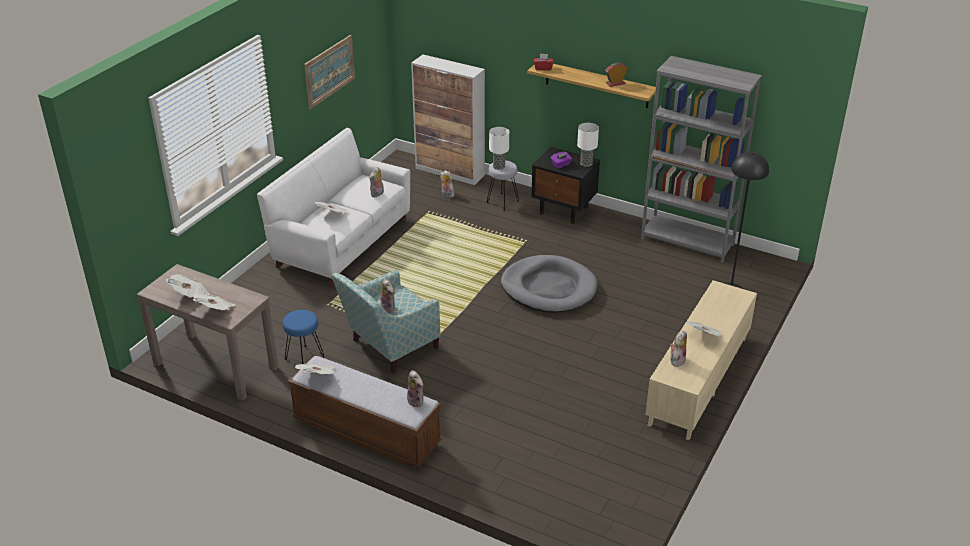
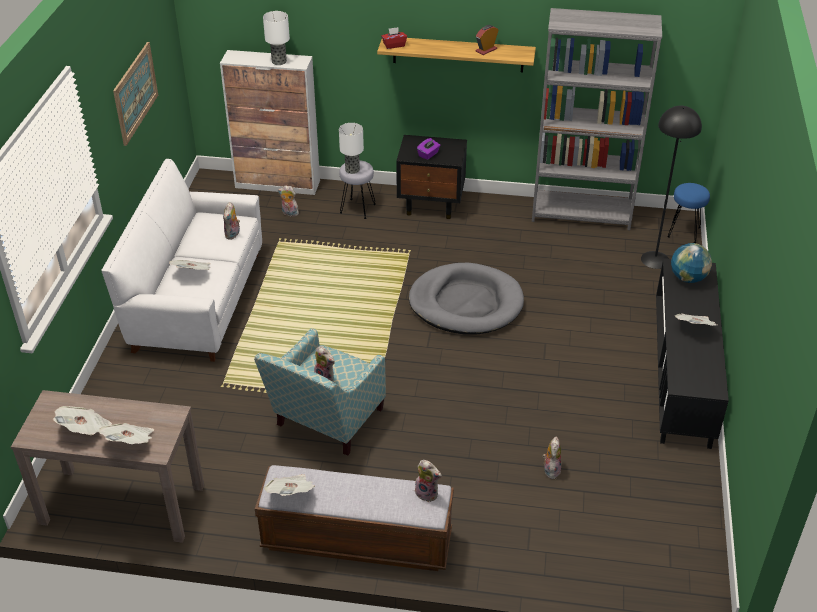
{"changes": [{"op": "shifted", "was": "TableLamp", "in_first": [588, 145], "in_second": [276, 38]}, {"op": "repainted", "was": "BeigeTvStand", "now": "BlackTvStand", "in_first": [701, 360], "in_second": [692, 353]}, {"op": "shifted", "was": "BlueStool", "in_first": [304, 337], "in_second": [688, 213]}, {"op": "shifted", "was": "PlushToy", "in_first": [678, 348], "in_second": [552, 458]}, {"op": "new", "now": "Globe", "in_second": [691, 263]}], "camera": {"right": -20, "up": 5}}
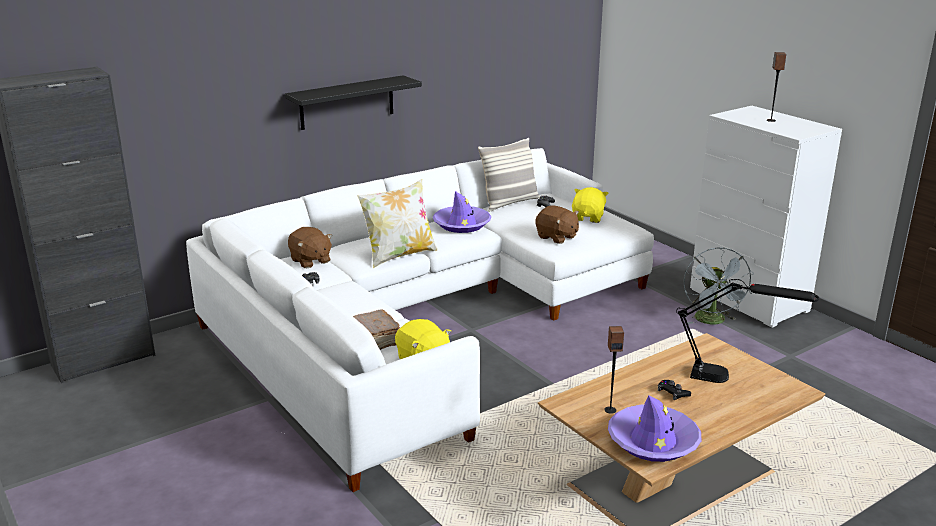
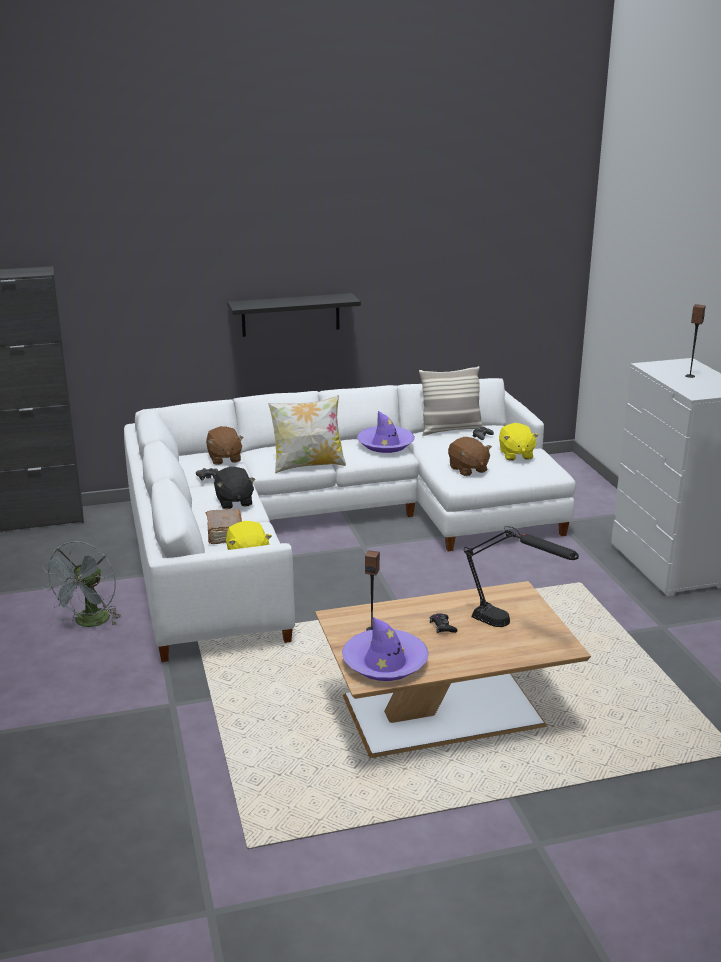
{"changes": [{"op": "rotated", "was": "YellowPlushToy", "in_first": [590, 205], "in_second": [519, 442], "clockwise": 135}, {"op": "shifted", "was": "GreyFan", "in_first": [719, 285], "in_second": [82, 584]}, {"op": "new", "now": "BlackPlushToy", "in_second": [235, 488]}], "camera": {"right": 20, "up": 0}}
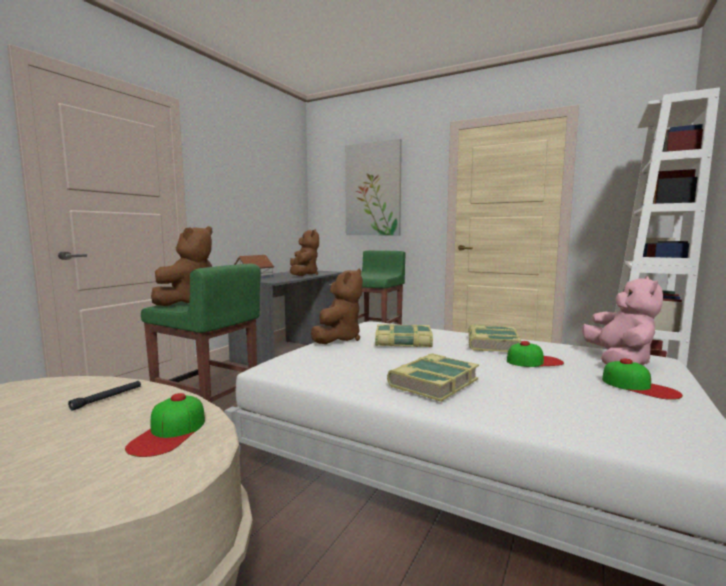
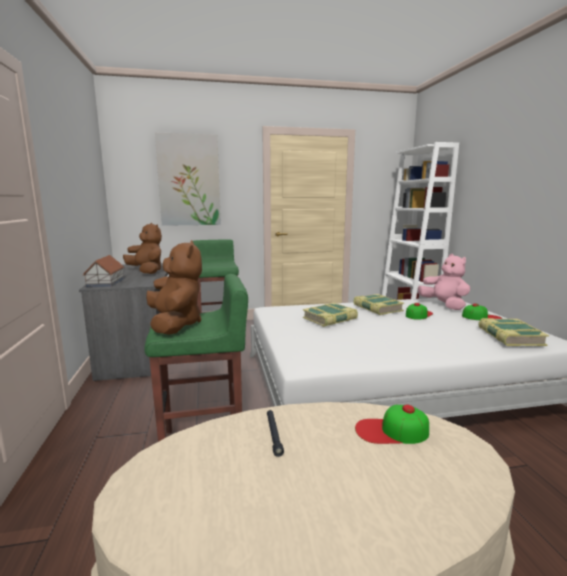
{"changes": [{"op": "gone", "was": "BrownPlushToy", "in_first": [337, 306]}, {"op": "shifted", "was": "Book", "in_first": [433, 377], "in_second": [513, 332]}, {"op": "rotated", "was": "Cap", "in_first": [165, 425], "in_second": [392, 424], "clockwise": 120}], "camera": {"right": -40, "up": 5}}
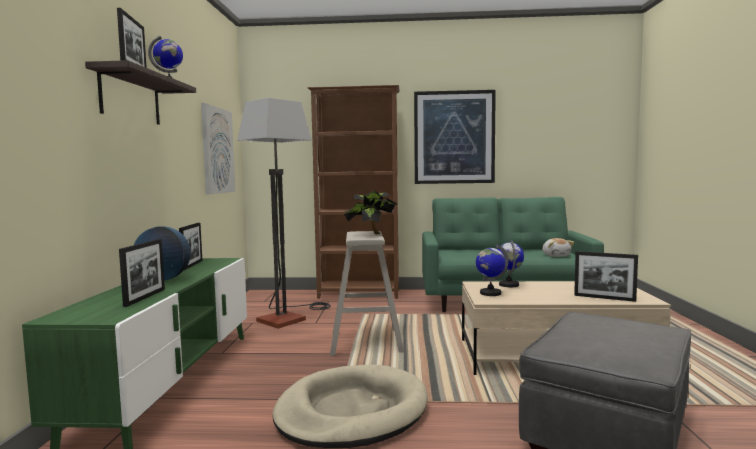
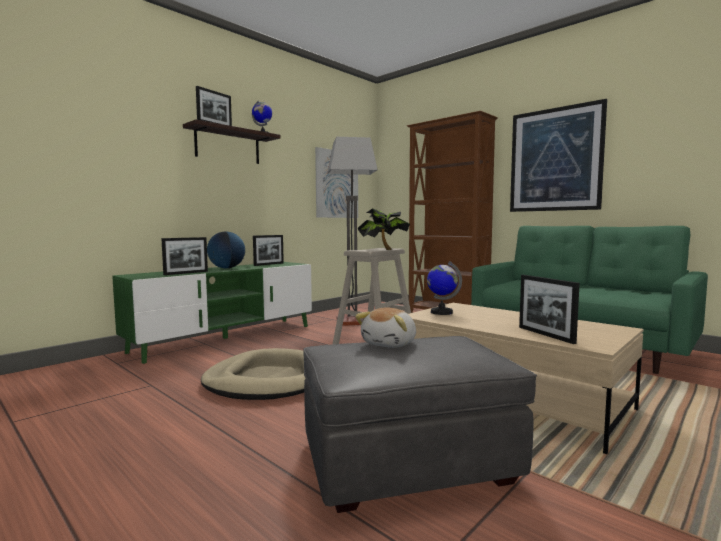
{"changes": [{"op": "shifted", "was": "PlushToy", "in_first": [558, 247], "in_second": [385, 328]}, {"op": "gone", "was": "Globe", "in_first": [511, 263]}], "camera": {"right": 40, "up": 0}}
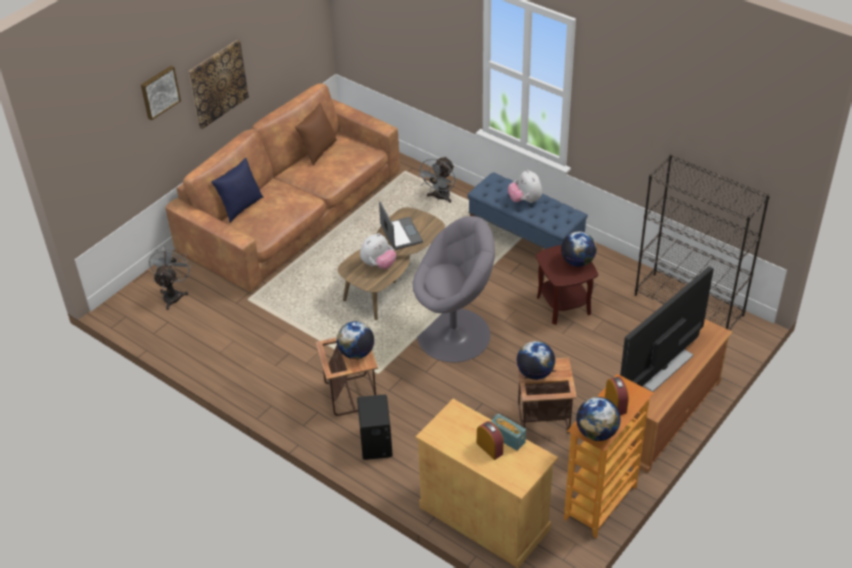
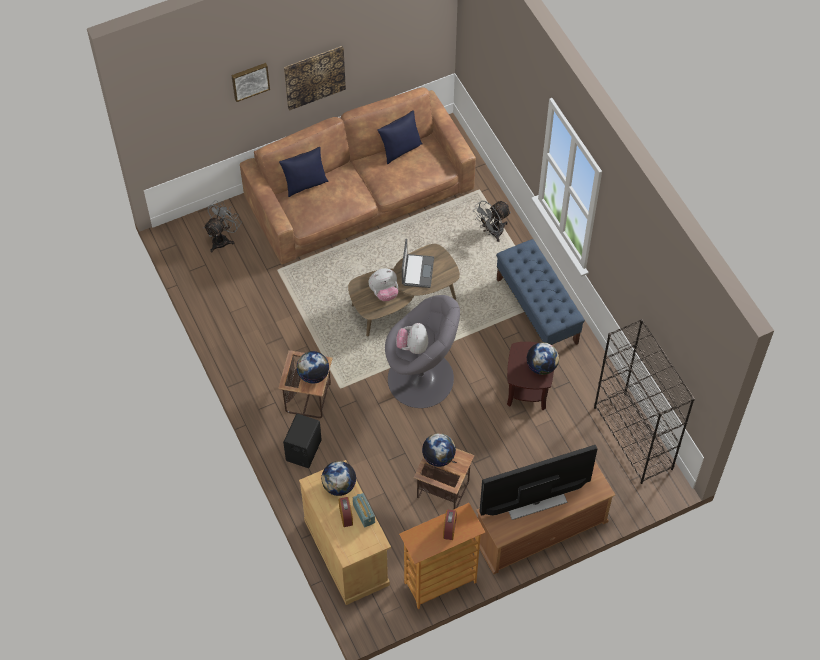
{"changes": [{"op": "repainted", "was": "BrownPillow", "now": "BluePillow", "in_first": [316, 134], "in_second": [400, 137]}, {"op": "shifted", "was": "PlushToy", "in_first": [525, 186], "in_second": [412, 338]}, {"op": "shifted", "was": "Globe", "in_first": [598, 419], "in_second": [338, 478]}], "camera": {"right": 25, "up": 15}}
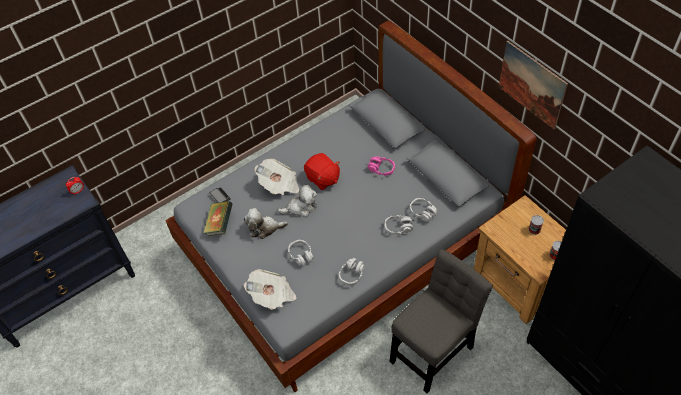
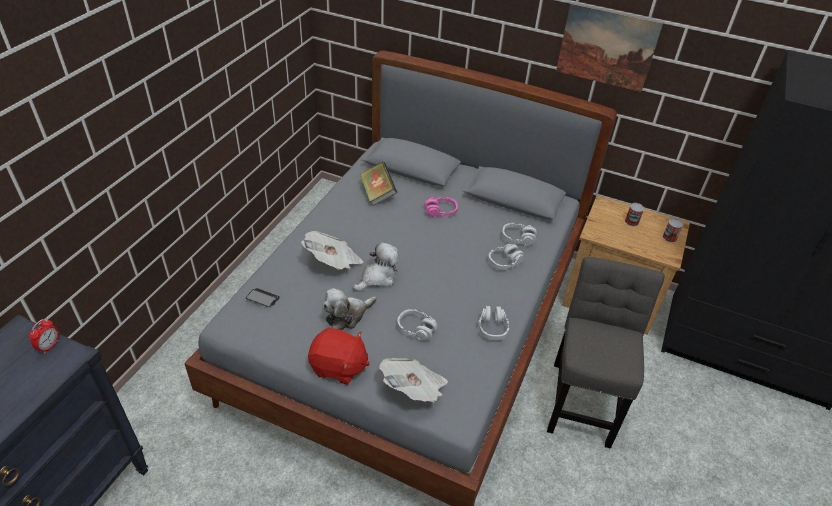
{"changes": [{"op": "shifted", "was": "RedPlushToy", "in_first": [322, 171], "in_second": [339, 356]}, {"op": "shifted", "was": "Book", "in_first": [218, 218], "in_second": [378, 184]}], "camera": {"right": -35, "up": -10}}
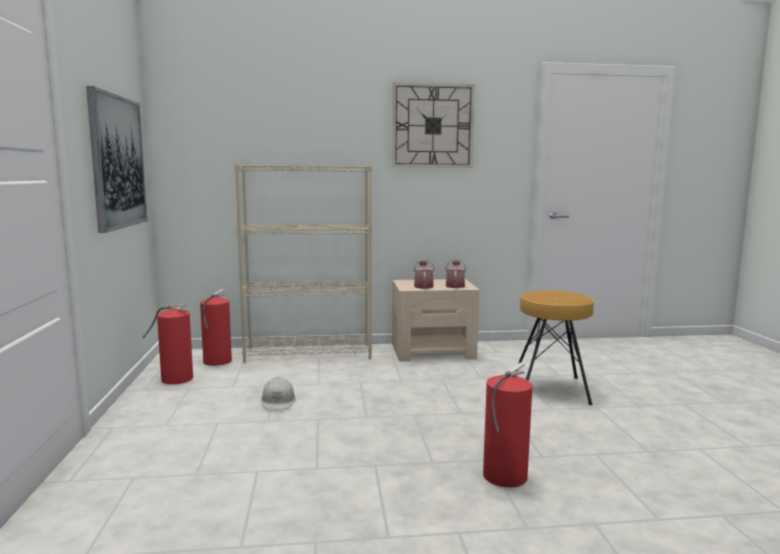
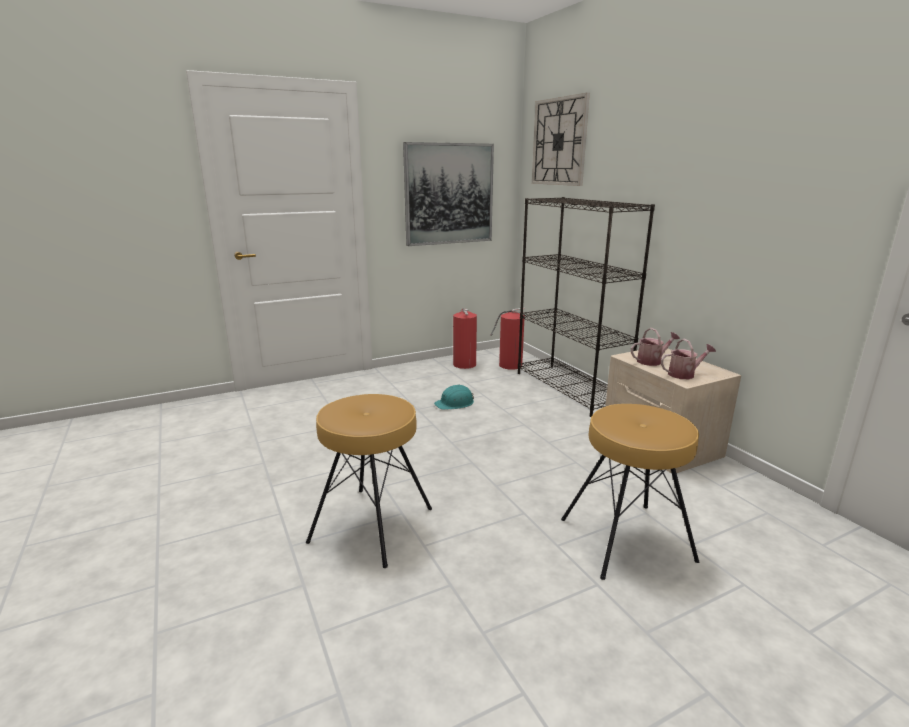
{"changes": [{"op": "shifted", "was": "WallClock", "in_first": [433, 125], "in_second": [561, 139]}, {"op": "repainted", "was": "BeigeBookcase", "now": "BlackBookcase", "in_first": [303, 264], "in_second": [586, 307]}, {"op": "swapped", "was": "FireExtinguisher", "now": "BrownStool", "in_first": [507, 425], "in_second": [369, 481]}, {"op": "repainted", "was": "WhiteHardHat", "now": "TurquoiseHardHat", "in_first": [278, 393], "in_second": [454, 397]}], "camera": {"right": 70, "up": 10}}
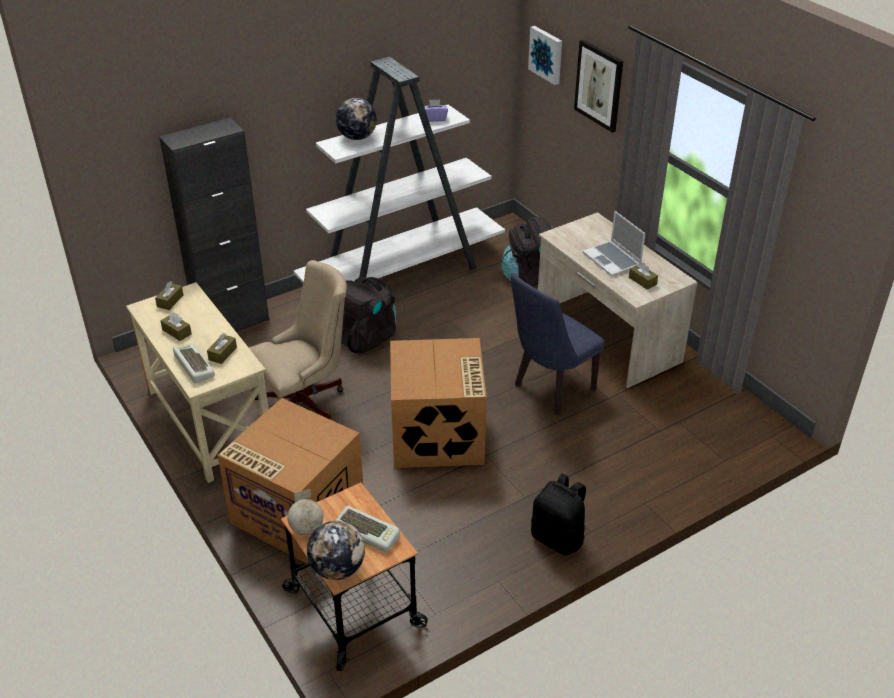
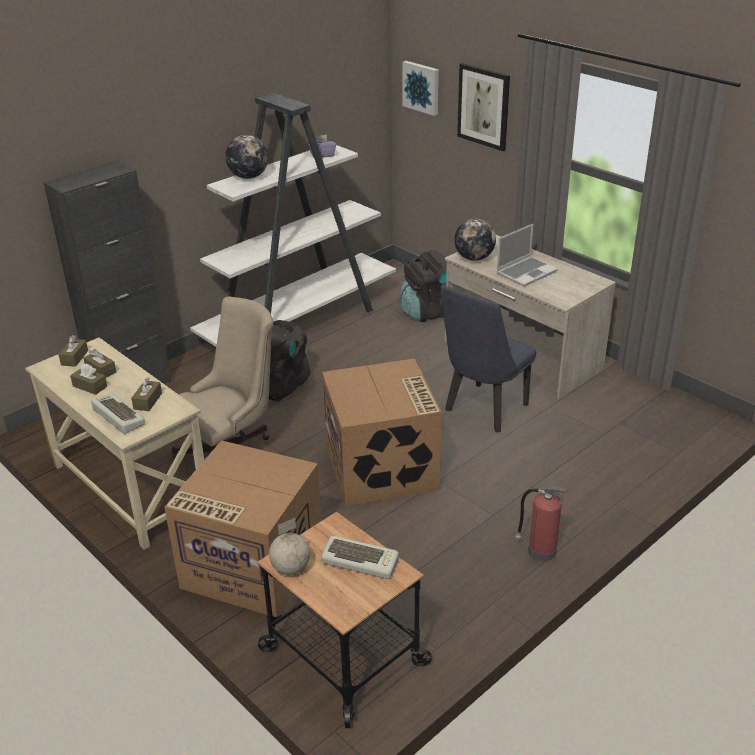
{"changes": [{"op": "rotated", "was": "Laptop", "in_first": [614, 243], "in_second": [527, 255], "clockwise": -90}, {"op": "shifted", "was": "BrownTissueBox", "in_first": [643, 276], "in_second": [99, 363]}, {"op": "swapped", "was": "BlackBackpack", "now": "FireExtinguisher", "in_first": [558, 514], "in_second": [542, 524]}, {"op": "shifted", "was": "Globe", "in_first": [336, 550], "in_second": [475, 240]}], "camera": {"right": -10, "up": -5}}
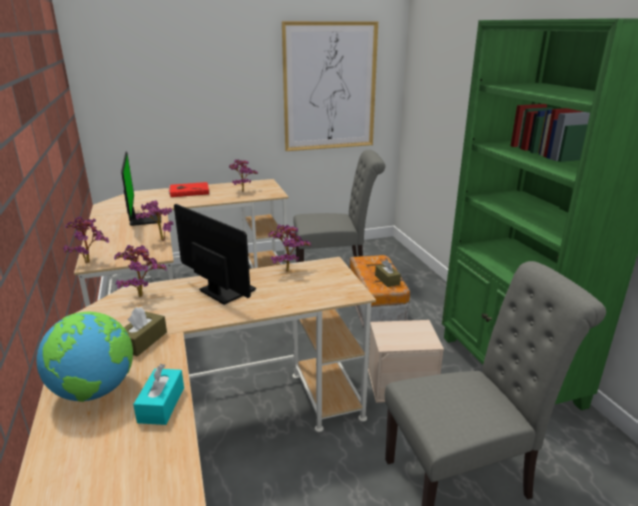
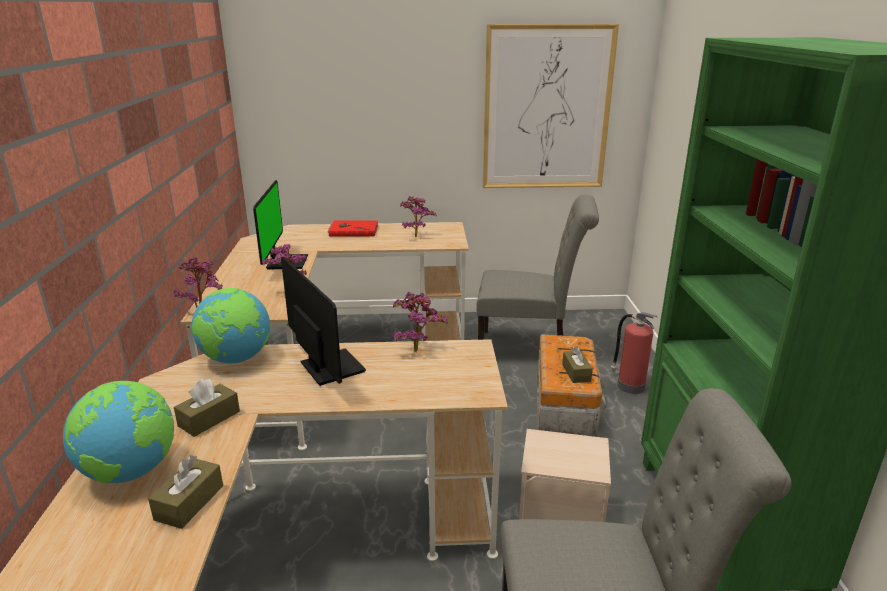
{"changes": [{"op": "swapped", "was": "PottedPlant", "now": "Globe", "in_first": [140, 271], "in_second": [231, 325]}, {"op": "repainted", "was": "TurquoiseTissueBox", "now": "BrownTissueBox", "in_first": [158, 394], "in_second": [185, 492]}, {"op": "new", "now": "FireExtinguisher", "in_second": [634, 353]}], "camera": {"right": 15, "up": 0}}
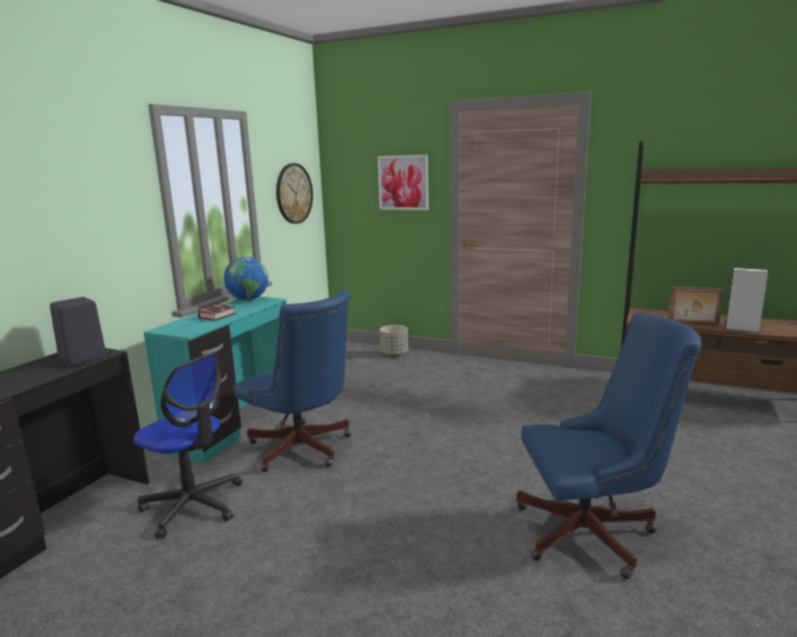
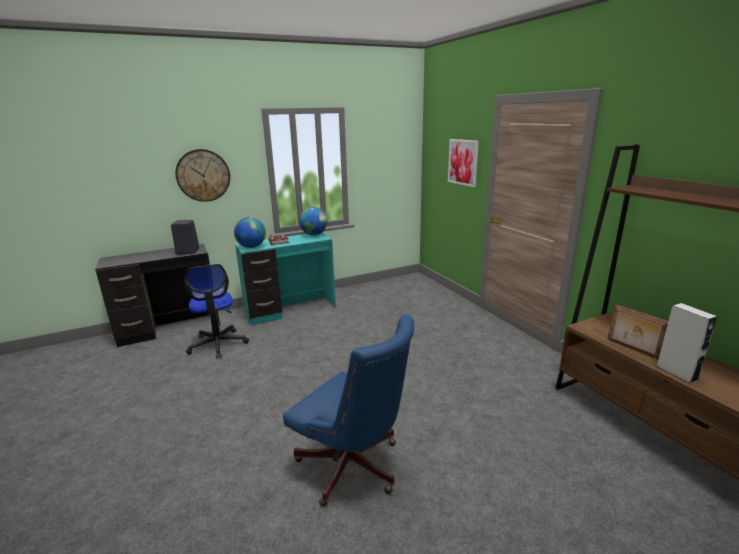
{"changes": [{"op": "shifted", "was": "WallClock", "in_first": [294, 193], "in_second": [202, 175]}, {"op": "gone", "was": "BlueOfficeChair", "in_first": [292, 381]}, {"op": "gone", "was": "GreyPlanter", "in_first": [394, 340]}, {"op": "new", "now": "Globe", "in_second": [250, 232]}], "camera": {"right": 40, "up": 5}}
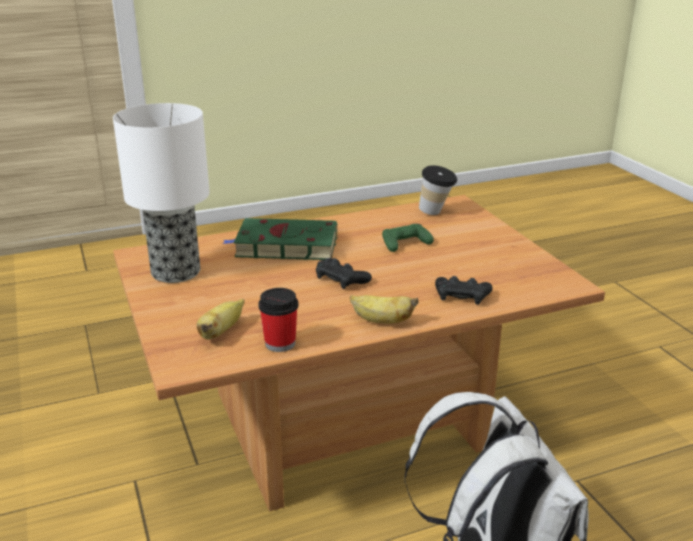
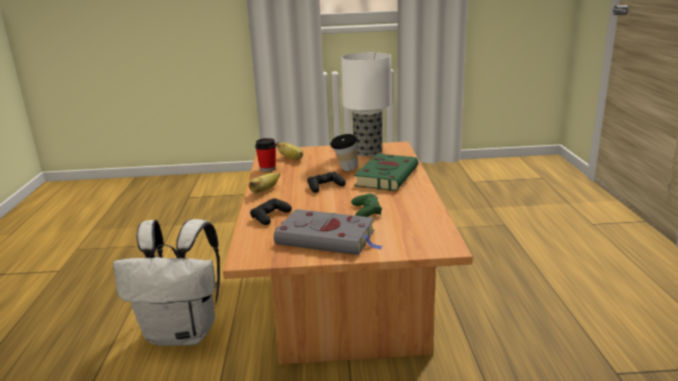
{"changes": [{"op": "shifted", "was": "Cup", "in_first": [438, 190], "in_second": [344, 152]}, {"op": "new", "now": "GreyBook", "in_second": [328, 232]}], "camera": {"right": 110, "up": -5}}
